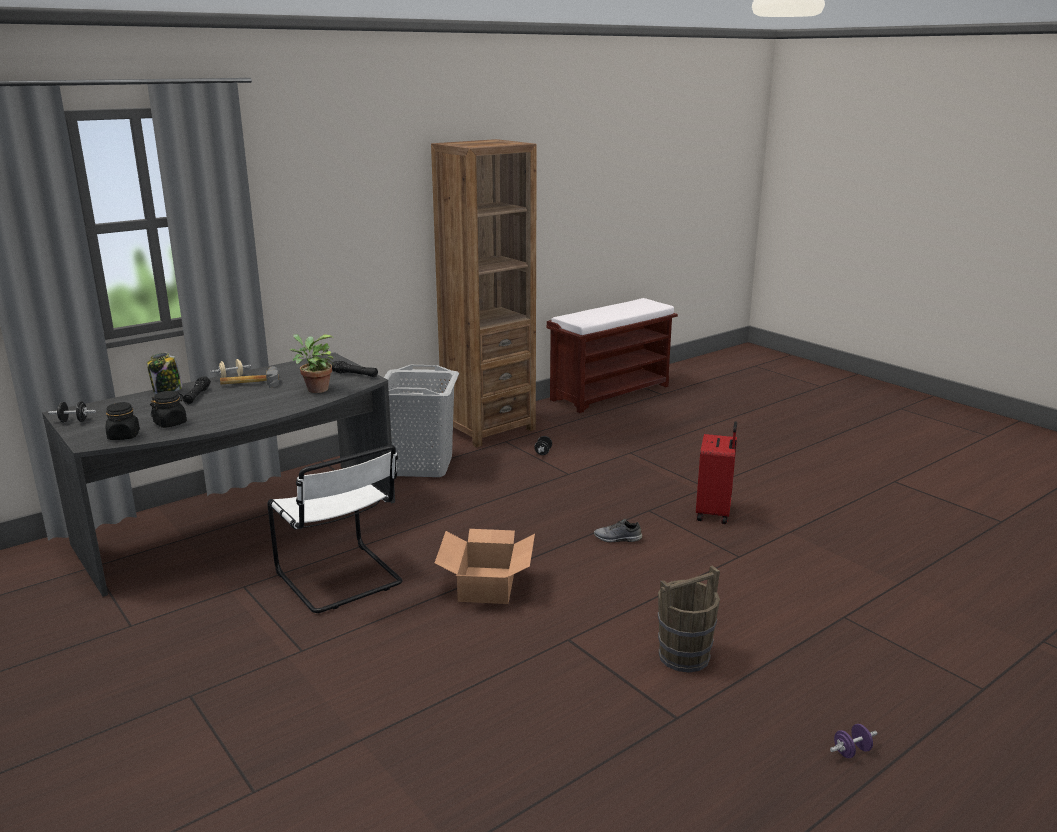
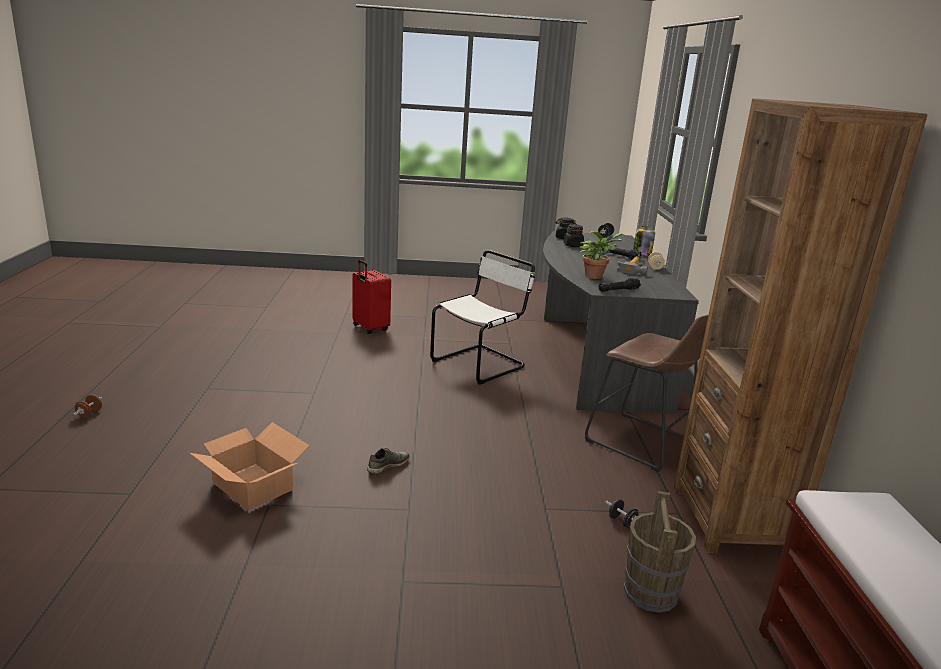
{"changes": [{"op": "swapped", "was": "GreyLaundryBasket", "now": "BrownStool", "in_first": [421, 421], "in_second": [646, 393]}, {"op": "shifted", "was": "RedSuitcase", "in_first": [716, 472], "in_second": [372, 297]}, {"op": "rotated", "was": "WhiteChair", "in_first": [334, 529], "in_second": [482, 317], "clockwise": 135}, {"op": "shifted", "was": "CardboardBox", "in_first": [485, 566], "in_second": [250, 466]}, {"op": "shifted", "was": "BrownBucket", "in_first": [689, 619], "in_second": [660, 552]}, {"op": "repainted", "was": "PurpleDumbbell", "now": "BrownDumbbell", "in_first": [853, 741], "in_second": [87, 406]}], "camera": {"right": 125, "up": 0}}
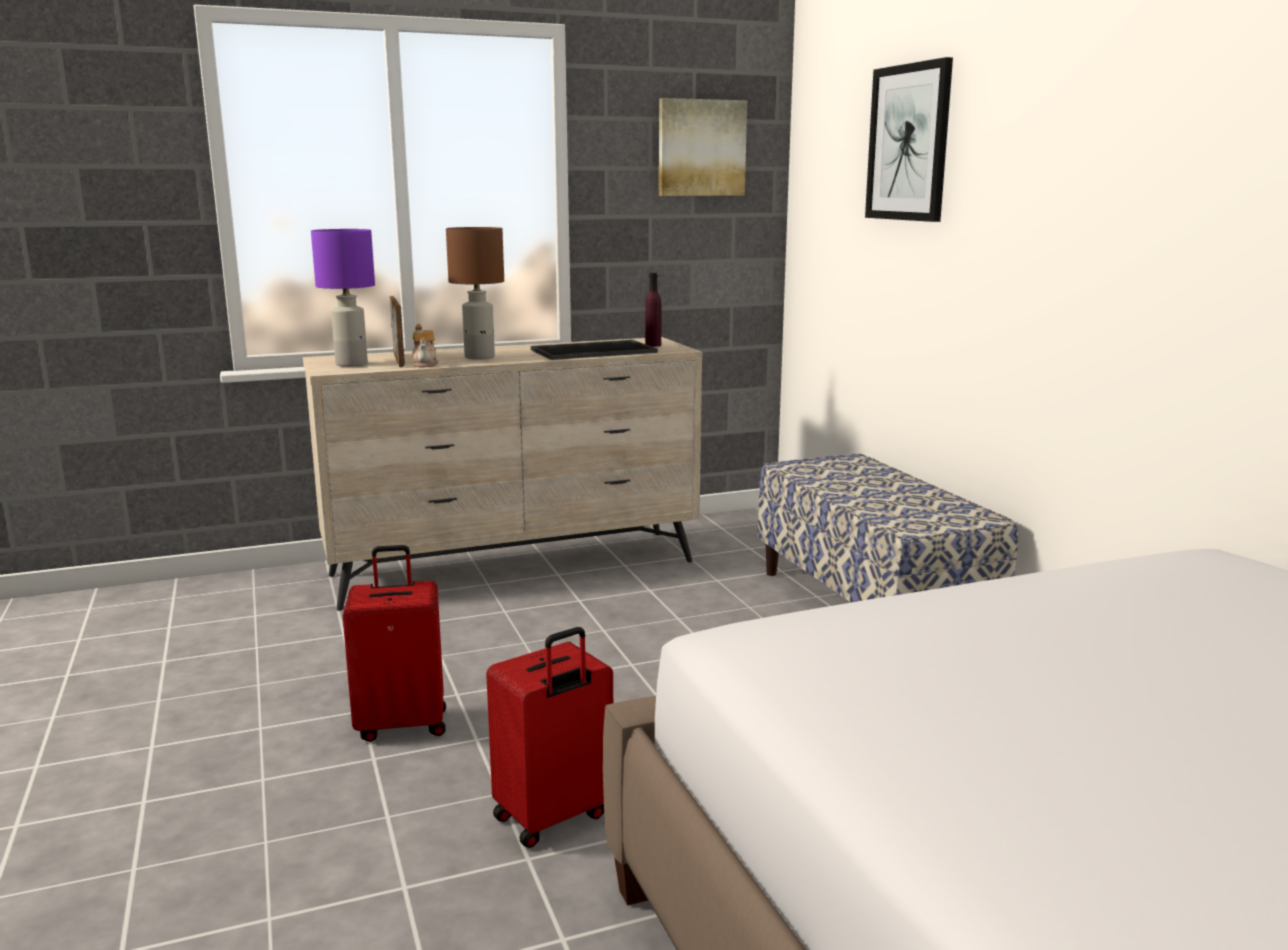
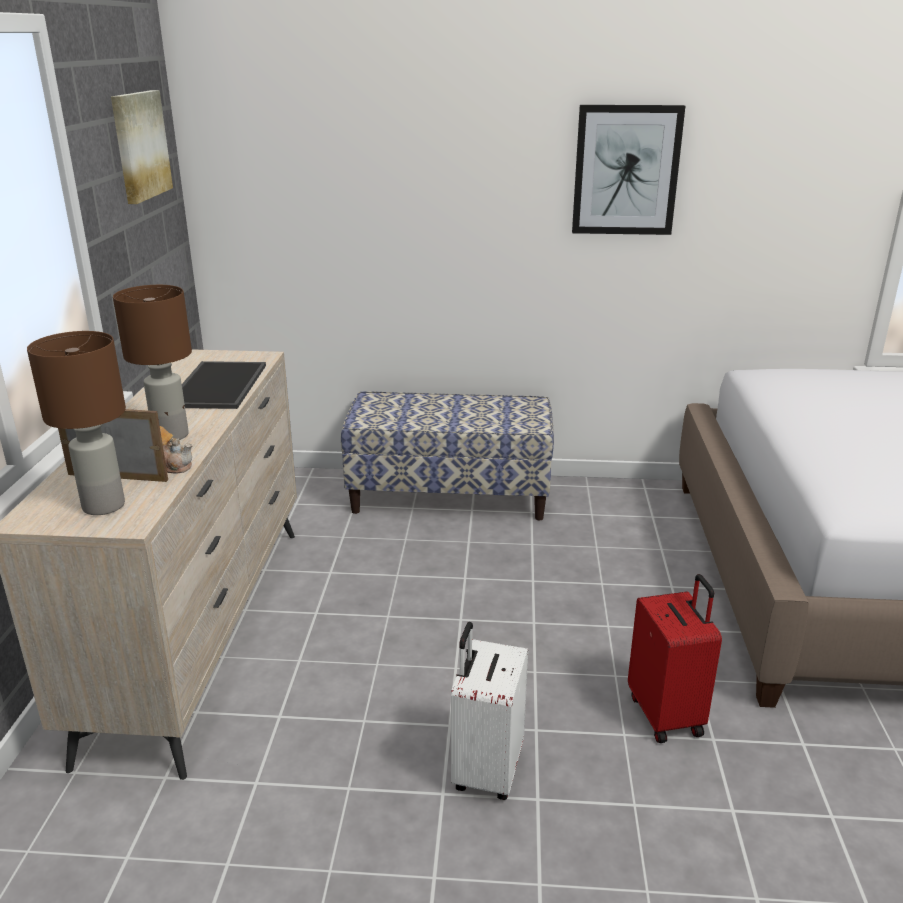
{"changes": [{"op": "shifted", "was": "Picture", "in_first": [909, 139], "in_second": [628, 170]}, {"op": "repainted", "was": "PurpleTableLamp", "now": "BrownTableLamp", "in_first": [343, 298], "in_second": [76, 423]}, {"op": "gone", "was": "PurpleBottle", "in_first": [653, 310]}, {"op": "repainted", "was": "RedSuitcase", "now": "WhiteSuitcase", "in_first": [394, 643], "in_second": [489, 711]}], "camera": {"right": -65, "up": 10}}
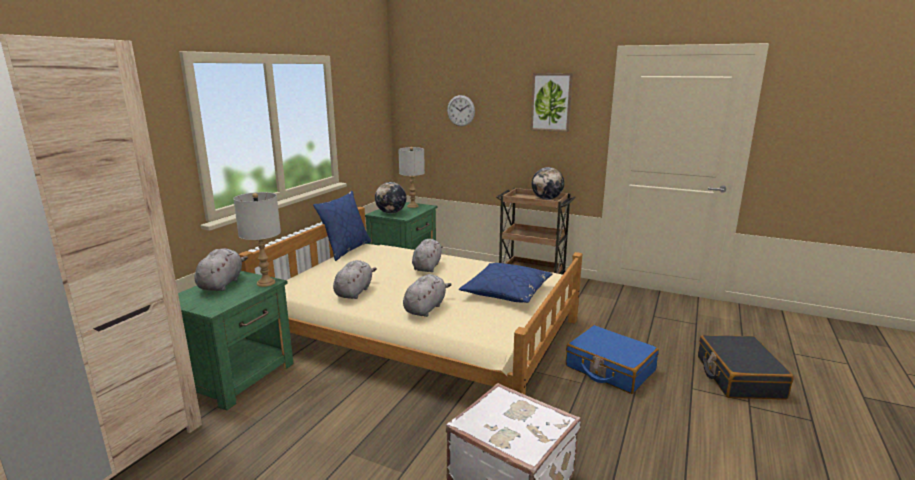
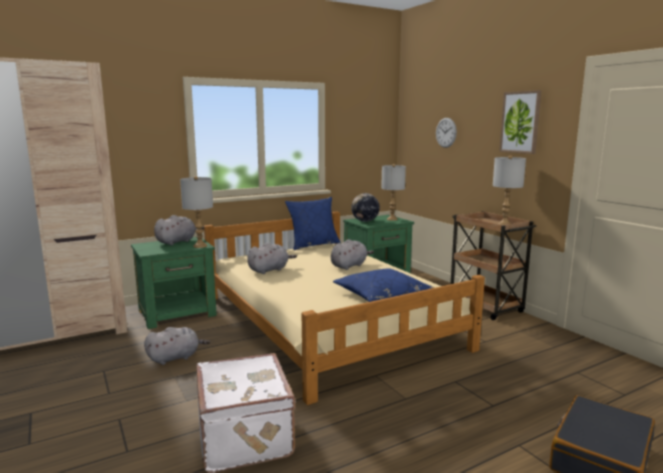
{"changes": [{"op": "swapped", "was": "Globe", "now": "GreyTableLamp", "in_first": [548, 183], "in_second": [509, 190]}, {"op": "shifted", "was": "GreyPlushToy", "in_first": [427, 295], "in_second": [177, 346]}, {"op": "gone", "was": "BlueSuitcase", "in_first": [612, 359]}], "camera": {"right": 35, "up": -5}}
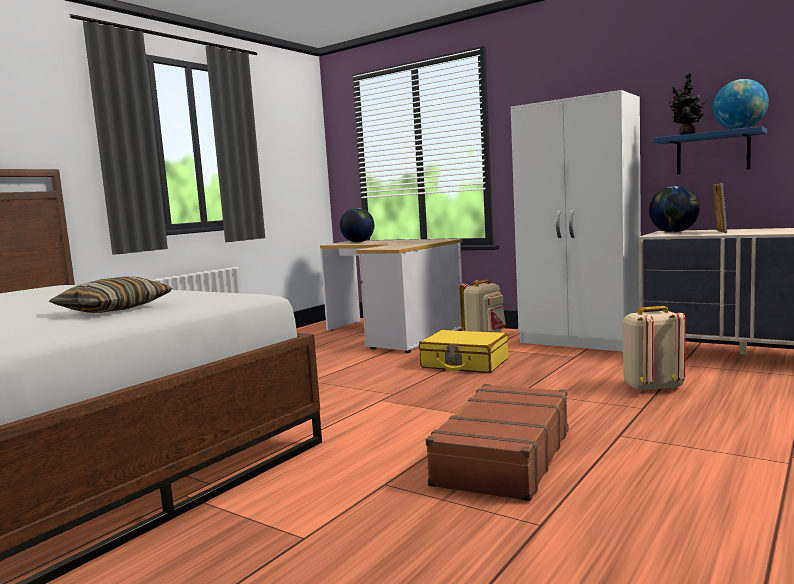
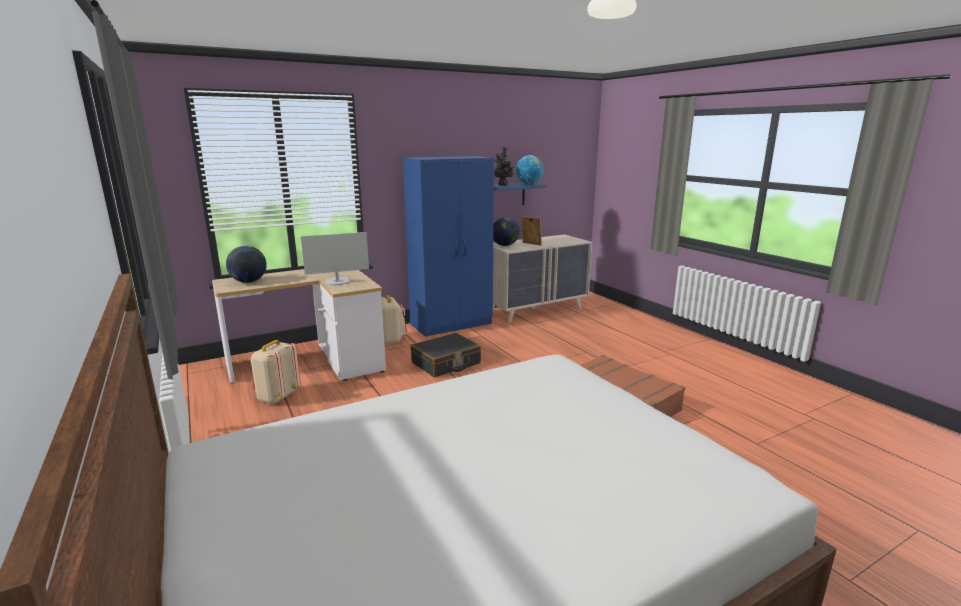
{"changes": [{"op": "repainted", "was": "WhiteWardrobe", "now": "BlueWardrobe", "in_first": [576, 221], "in_second": [448, 246]}, {"op": "gone", "was": "Pillow", "in_first": [110, 294]}, {"op": "shifted", "was": "BeigeBackpack", "in_first": [654, 349], "in_second": [276, 372]}, {"op": "repainted", "was": "YellowSuitcase", "now": "BlackSuitcase", "in_first": [464, 351], "in_second": [446, 355]}, {"op": "new", "now": "Monitor", "in_second": [335, 258]}], "camera": {"right": -65, "up": 10}}
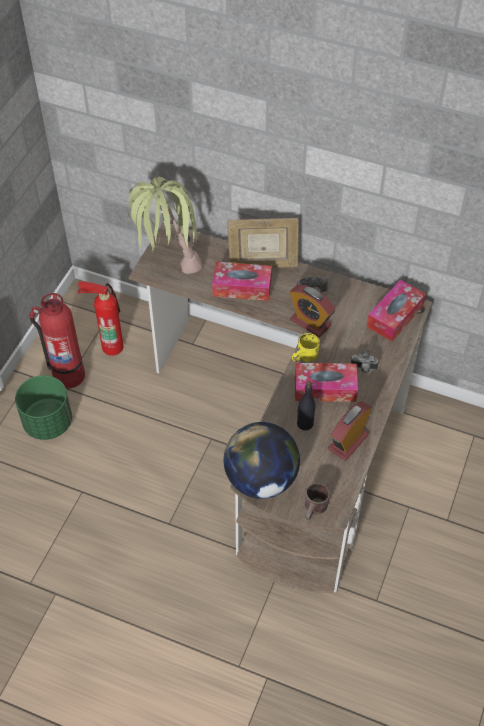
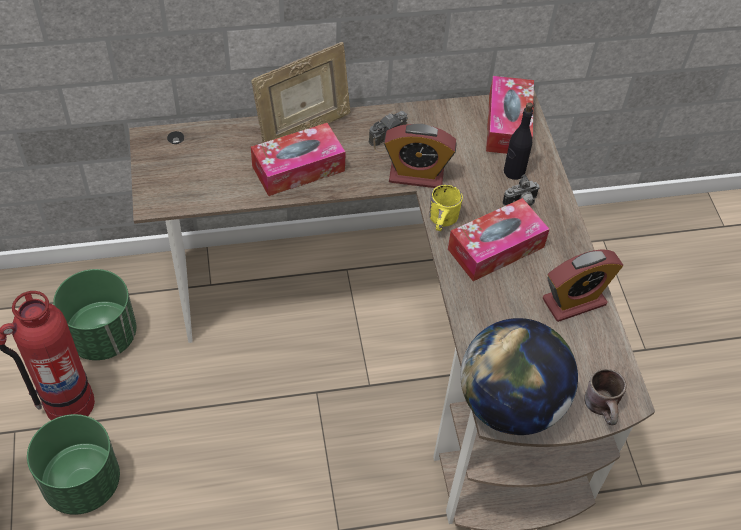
{"changes": [{"op": "gone", "was": "PottedPlant", "in_first": [165, 225]}, {"op": "swapped", "was": "FireExtinguisher", "now": "GreenPlanter", "in_first": [101, 318], "in_second": [94, 314]}, {"op": "shifted", "was": "BlackBottle", "in_first": [306, 406], "in_second": [518, 141]}, {"op": "rotated", "was": "AlarmClock", "in_first": [350, 431], "in_second": [582, 285], "clockwise": -120}], "camera": {"right": -35, "up": 0}}
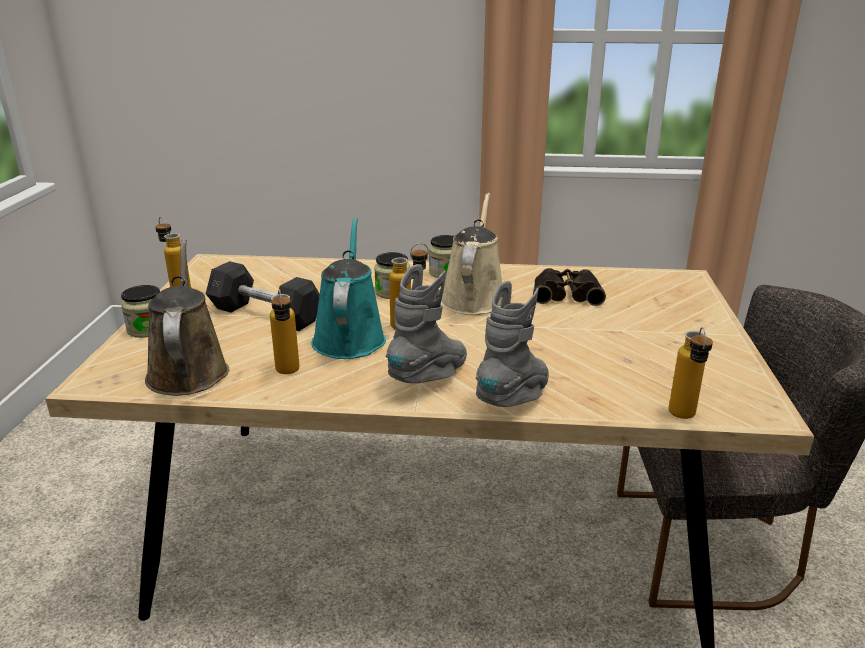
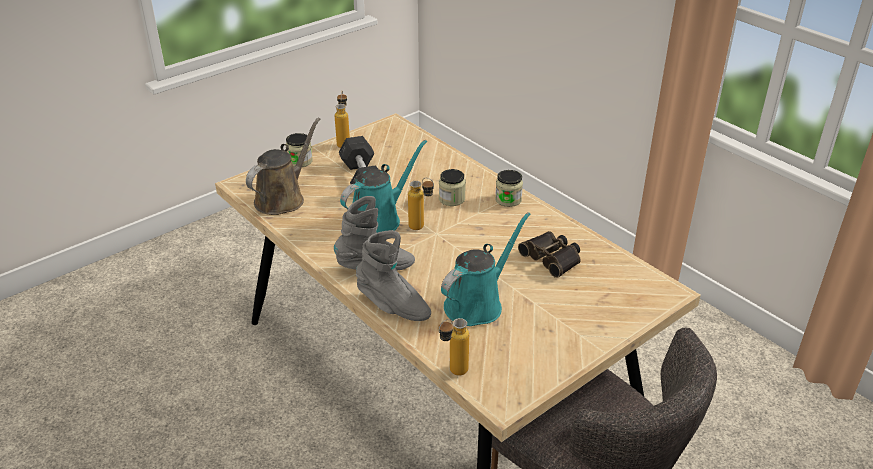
{"changes": [{"op": "gone", "was": "BeigeWateringCan", "in_first": [471, 254]}, {"op": "rotated", "was": "GreyBoot", "in_first": [512, 344], "in_second": [393, 275], "clockwise": 45}, {"op": "gone", "was": "Bottle", "in_first": [284, 331]}, {"op": "new", "now": "TurquoiseWateringCan", "in_second": [486, 269]}], "camera": {"right": 45, "up": 10}}
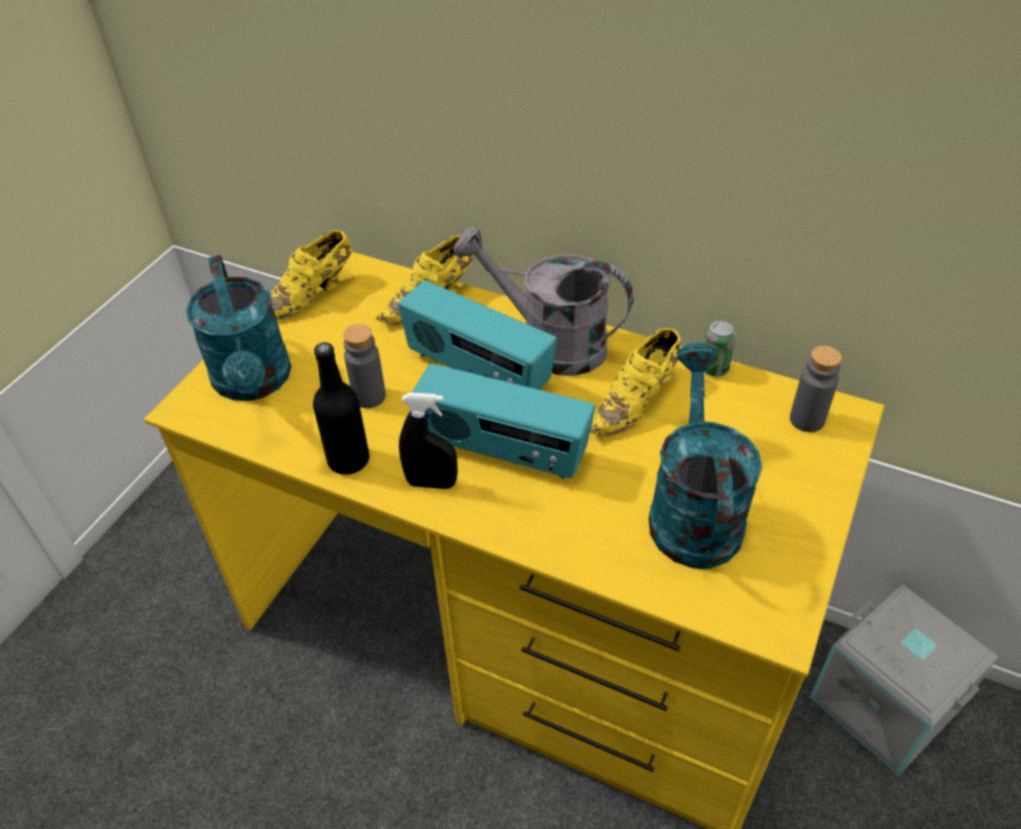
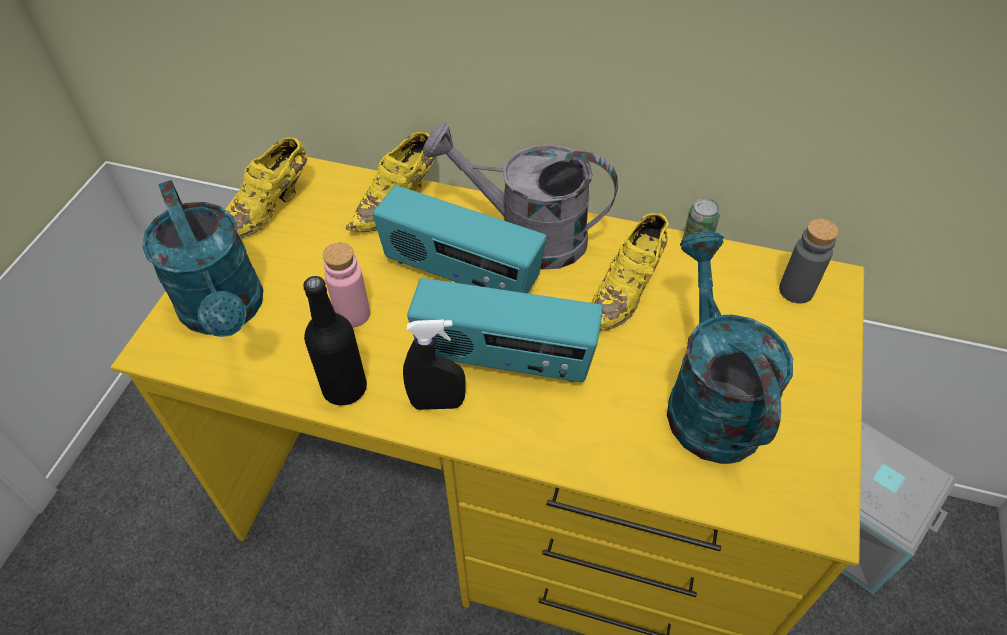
{"changes": [{"op": "repainted", "was": "GreyBottle", "now": "PinkBottle", "in_first": [364, 366], "in_second": [346, 285]}], "camera": {"right": -10, "up": 5}}
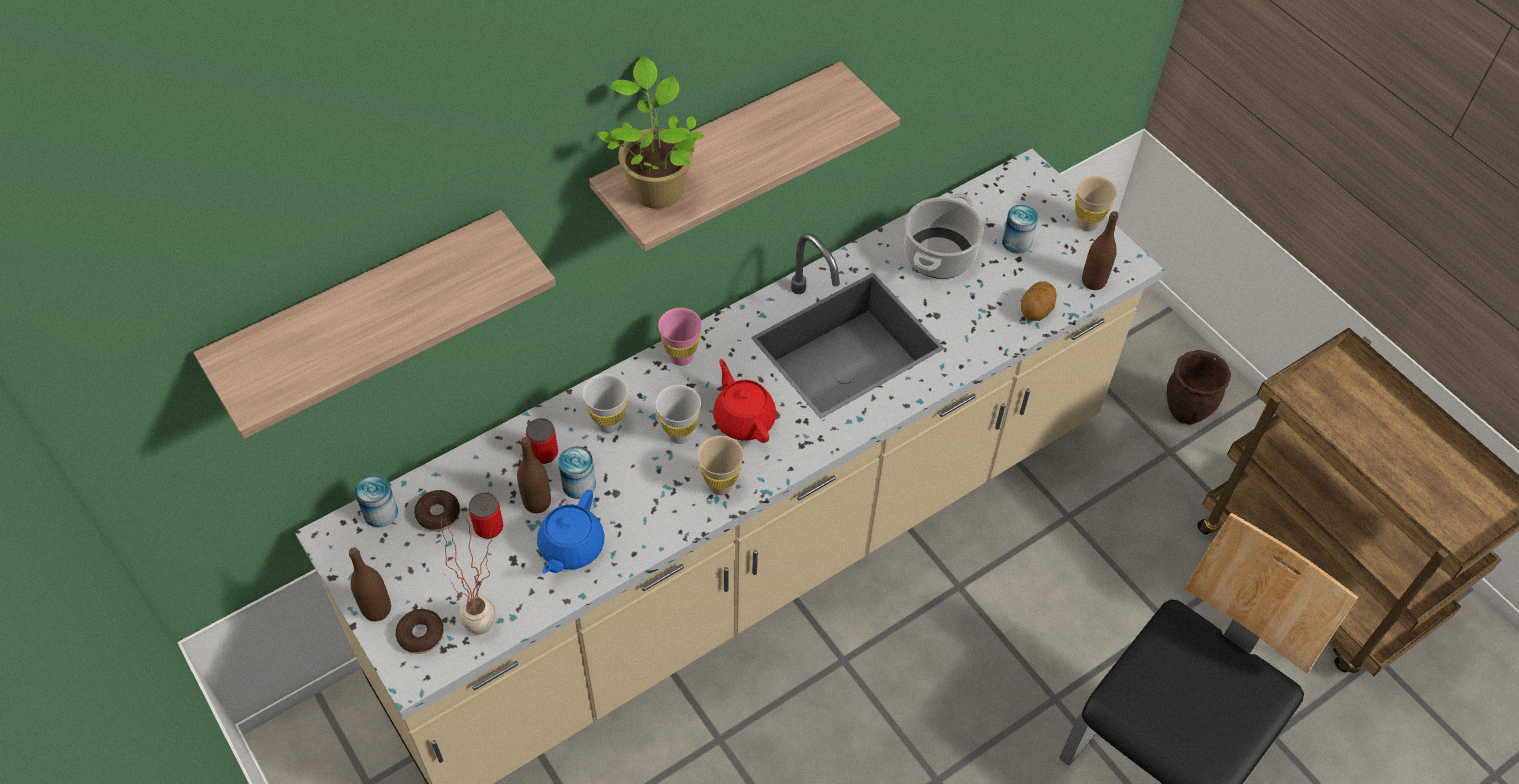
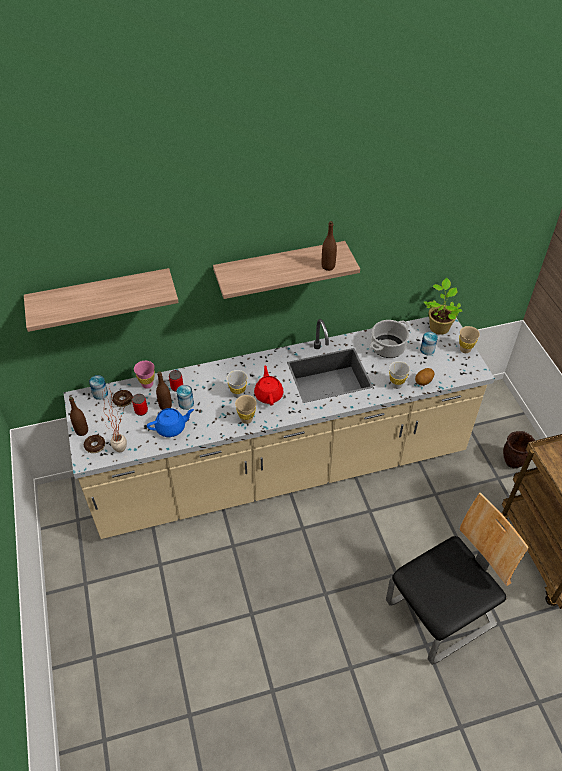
{"changes": [{"op": "shifted", "was": "PottedPlant", "in_first": [650, 132], "in_second": [443, 306]}, {"op": "shifted", "was": "BrownBottle", "in_first": [1100, 250], "in_second": [329, 246]}, {"op": "shifted", "was": "PinkCup", "in_first": [680, 337], "in_second": [144, 375]}, {"op": "shifted", "was": "WhiteCup", "in_first": [605, 403], "in_second": [399, 375]}, {"op": "rotated", "was": "BlueTeapot", "in_first": [570, 532], "in_second": [170, 422], "clockwise": -150}], "camera": {"right": 20, "up": -5}}
